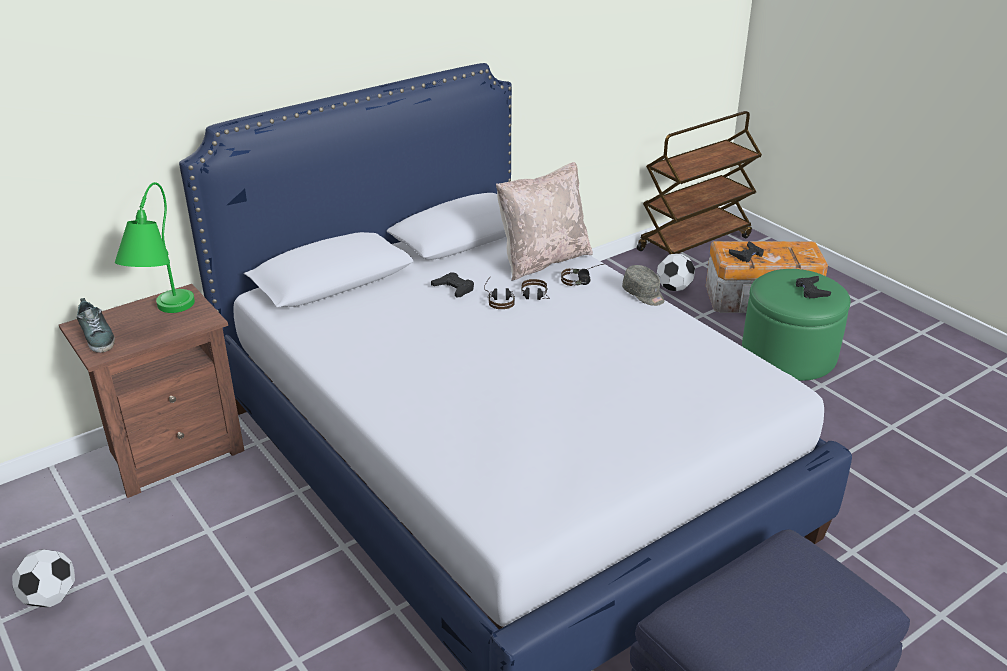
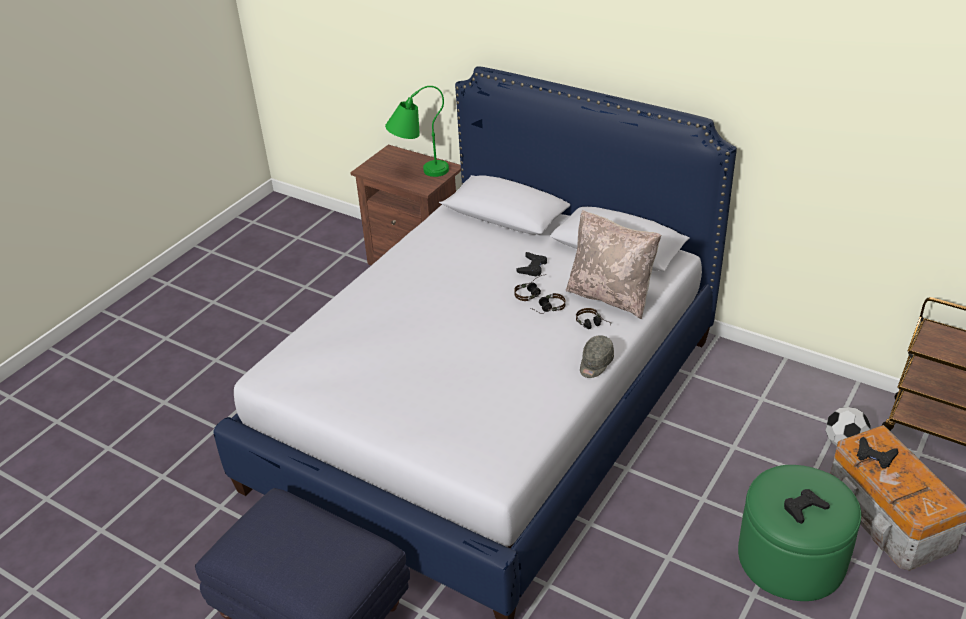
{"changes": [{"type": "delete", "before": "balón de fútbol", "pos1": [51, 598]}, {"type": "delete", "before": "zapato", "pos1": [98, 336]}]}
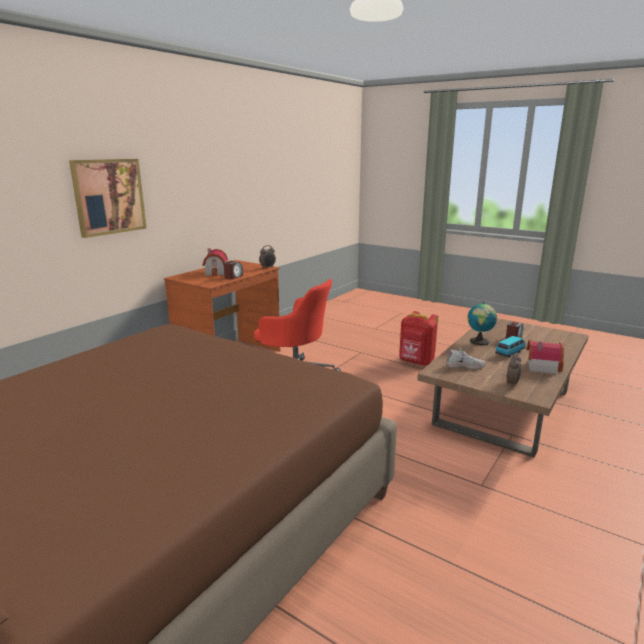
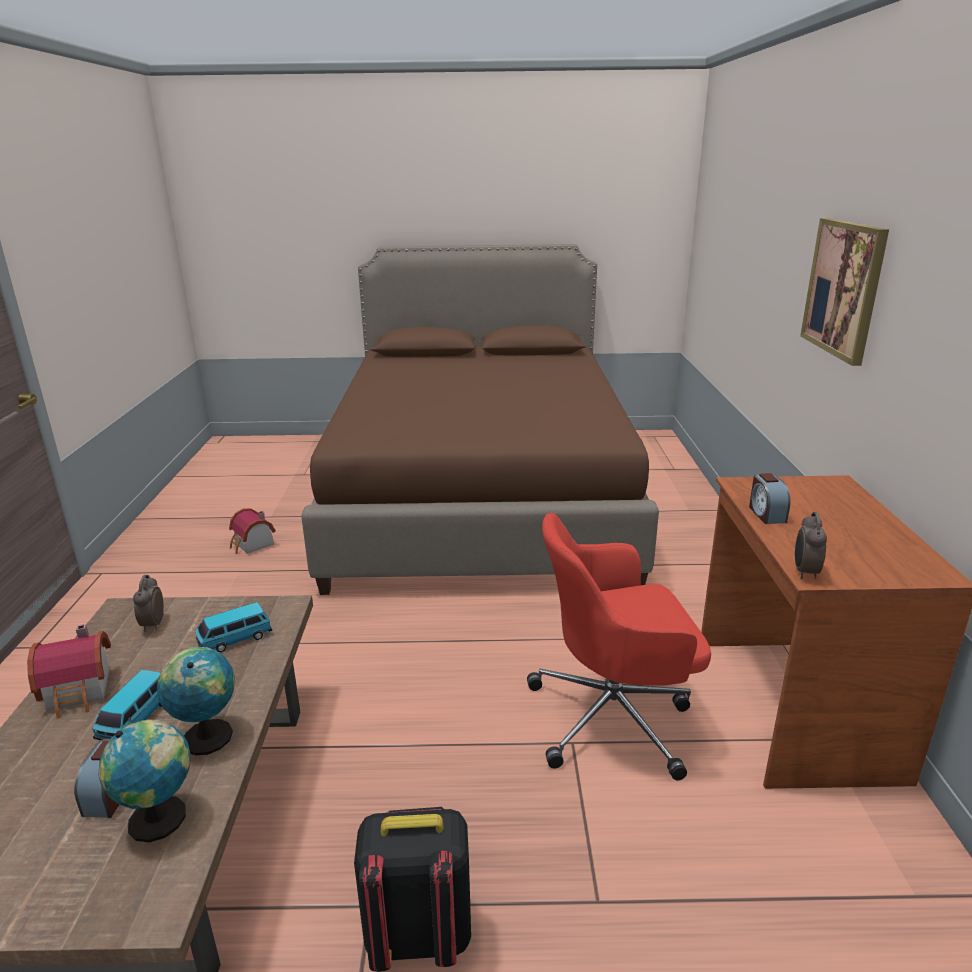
{"changes": [{"type": "insert", "after": "globo terráqueo", "pos2": [162, 818]}, {"type": "replace", "before": "zapato [blanco]", "after": "coche de juguete", "pos1": [465, 366], "pos2": [235, 639]}, {"type": "move", "before": "casita", "pos1": [218, 272], "pos2": [252, 545]}, {"type": "recolor", "before": "mochila [rojo]", "after": "mochila [negro]", "pos1": [416, 362], "pos2": [418, 934]}]}
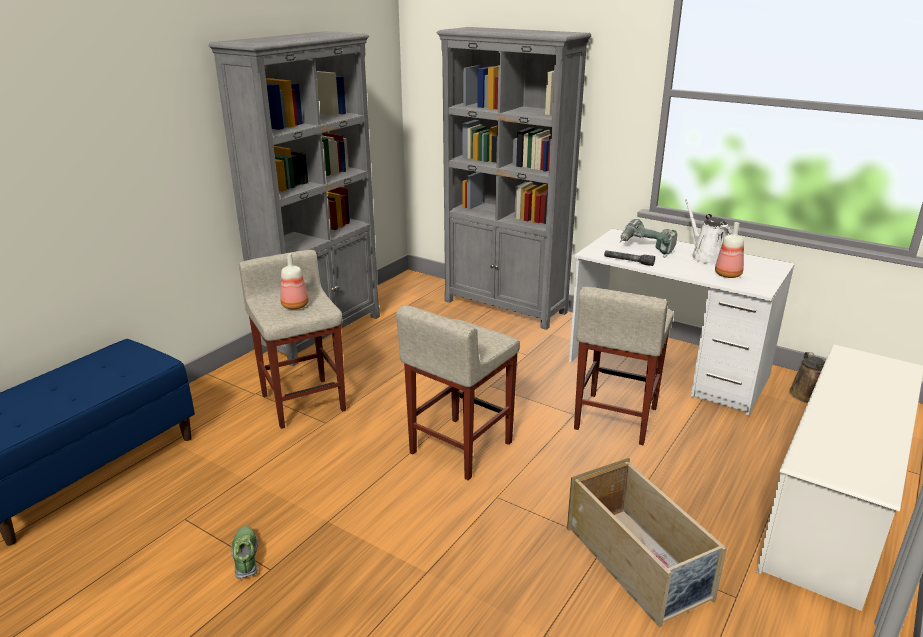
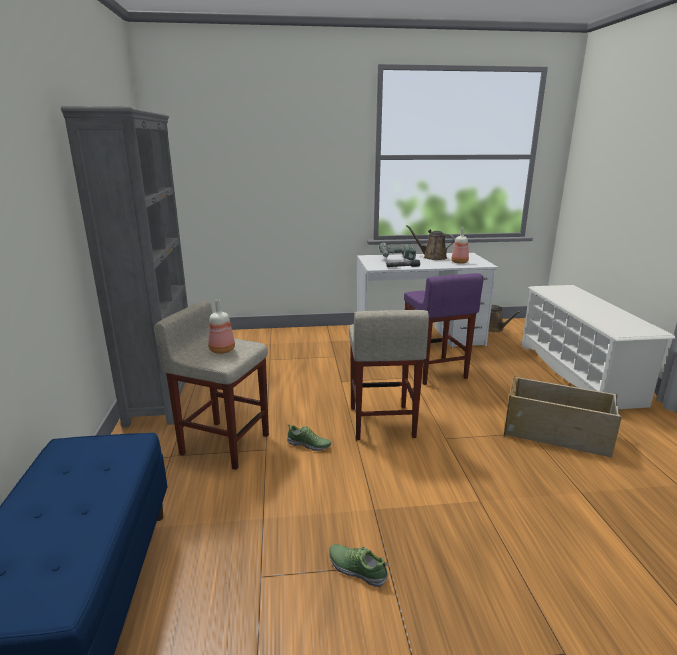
{"changes": [{"type": "insert", "after": "zapato", "pos2": [309, 445]}, {"type": "recolor", "before": "taburete [beis]", "after": "taburete [morado]", "pos1": [615, 419], "pos2": [434, 371]}, {"type": "recolor", "before": "regadera [blanco]", "after": "regadera [marrón]", "pos1": [706, 256], "pos2": [432, 257]}, {"type": "delete", "before": "estantería [gris]", "pos1": [505, 307]}]}
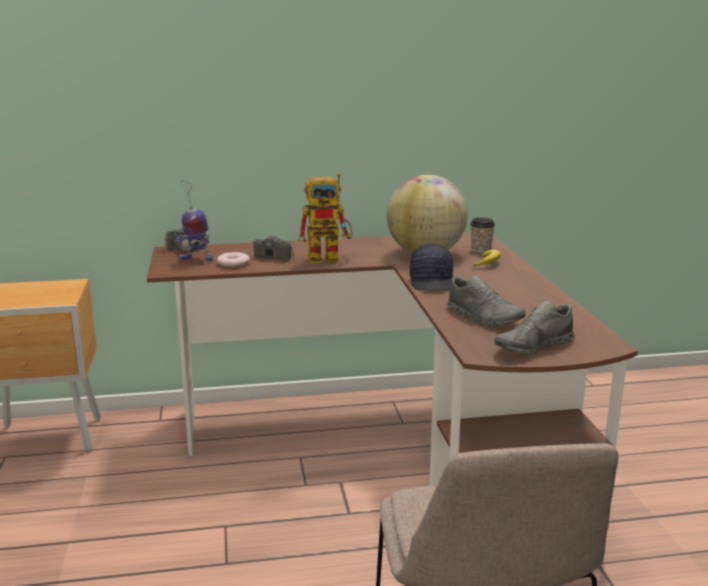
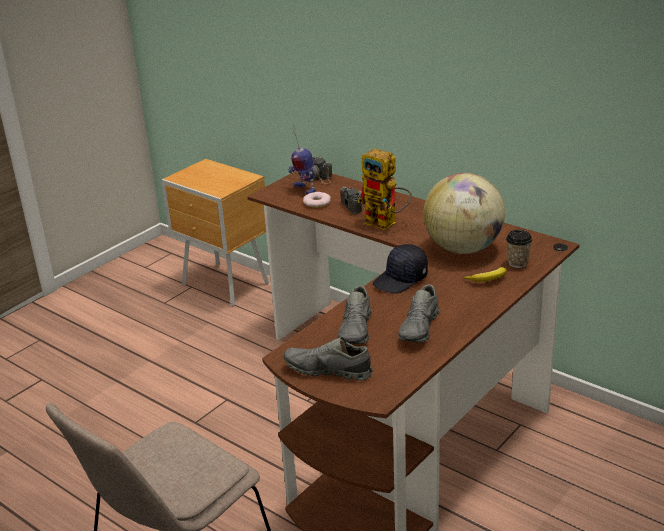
{"changes": [{"type": "insert", "after": "zapato [gris]", "pos2": [419, 328]}]}
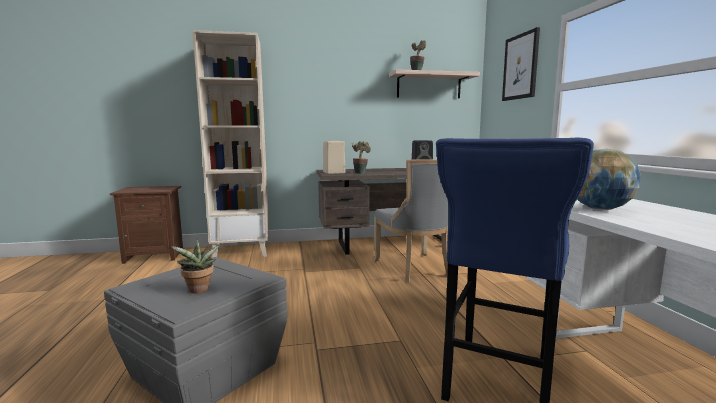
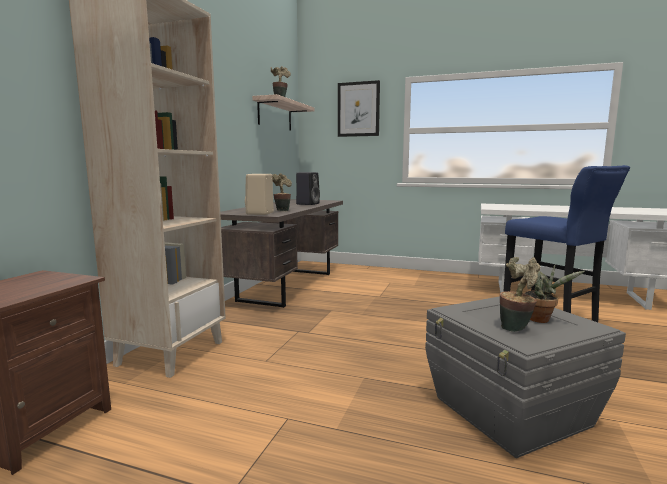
{"changes": [{"type": "insert", "after": "planta en maceta", "pos2": [516, 328]}, {"type": "delete", "before": "silla [gris]", "pos1": [415, 269]}, {"type": "delete", "before": "globo terráqueo", "pos1": [600, 209]}]}
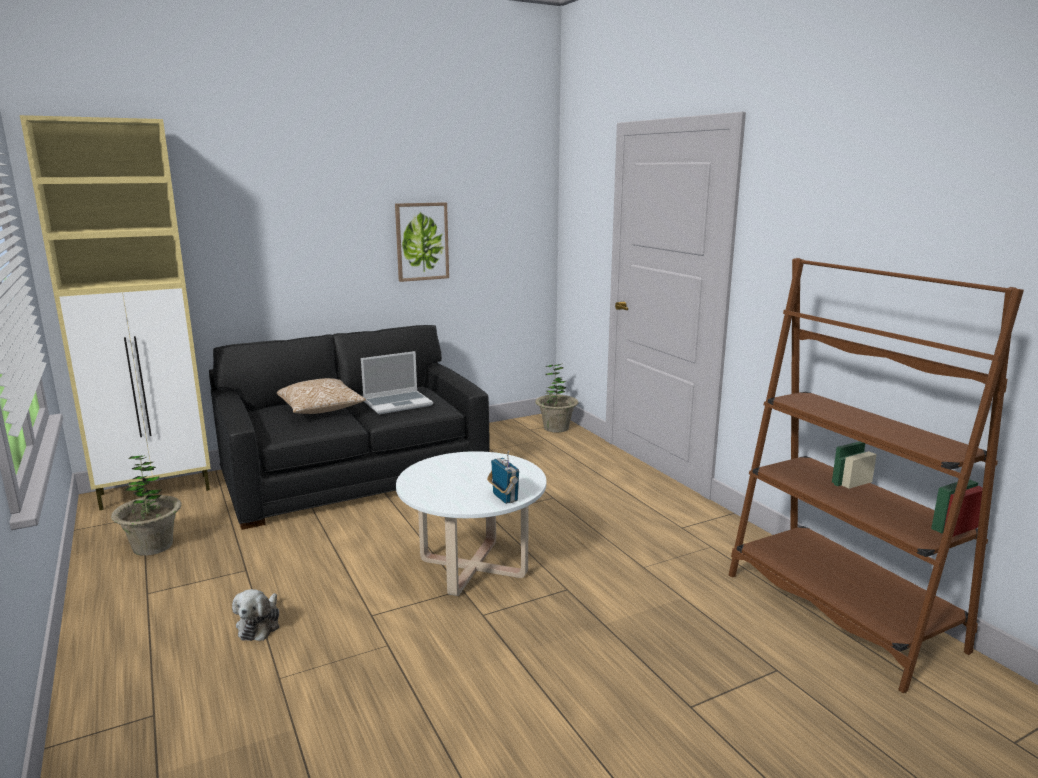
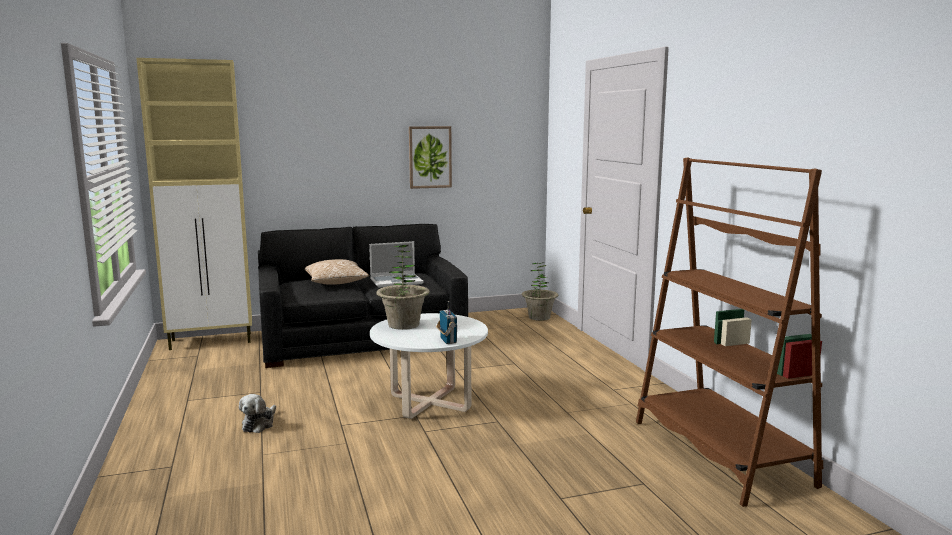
{"changes": [{"type": "move", "before": "planta en maceta", "pos1": [153, 546], "pos2": [403, 325]}]}
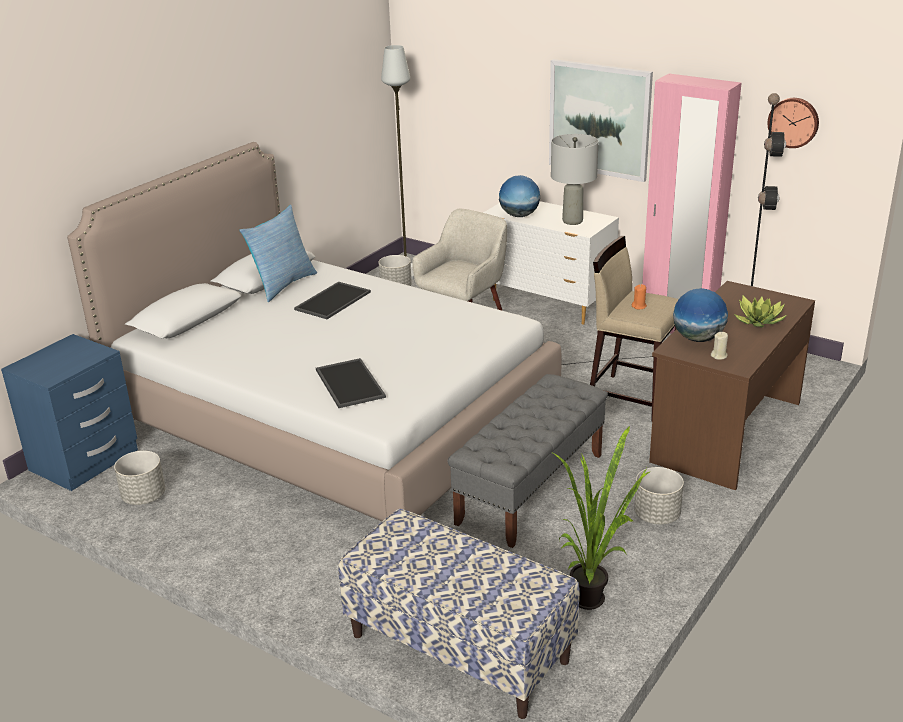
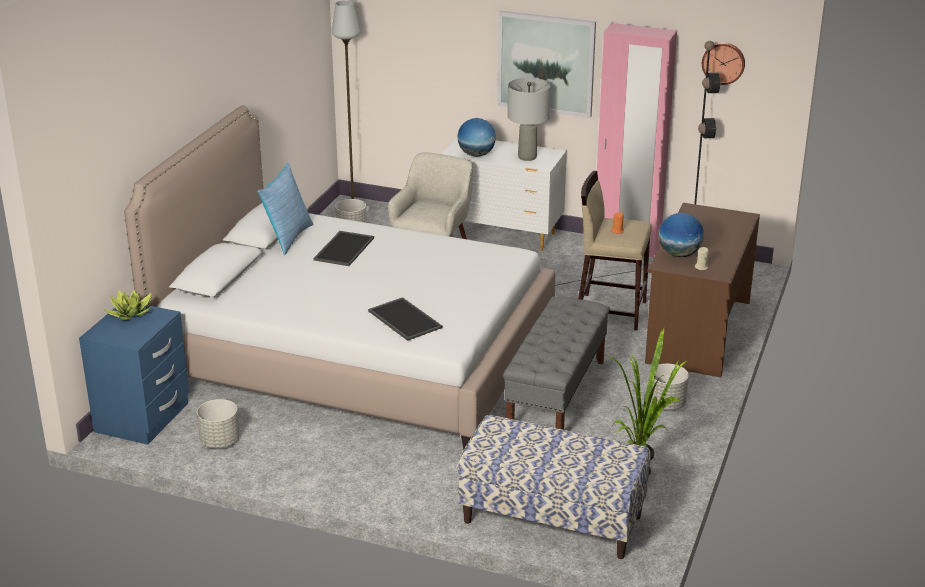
{"changes": [{"type": "move", "before": "planta en maceta", "pos1": [759, 321], "pos2": [131, 313]}]}
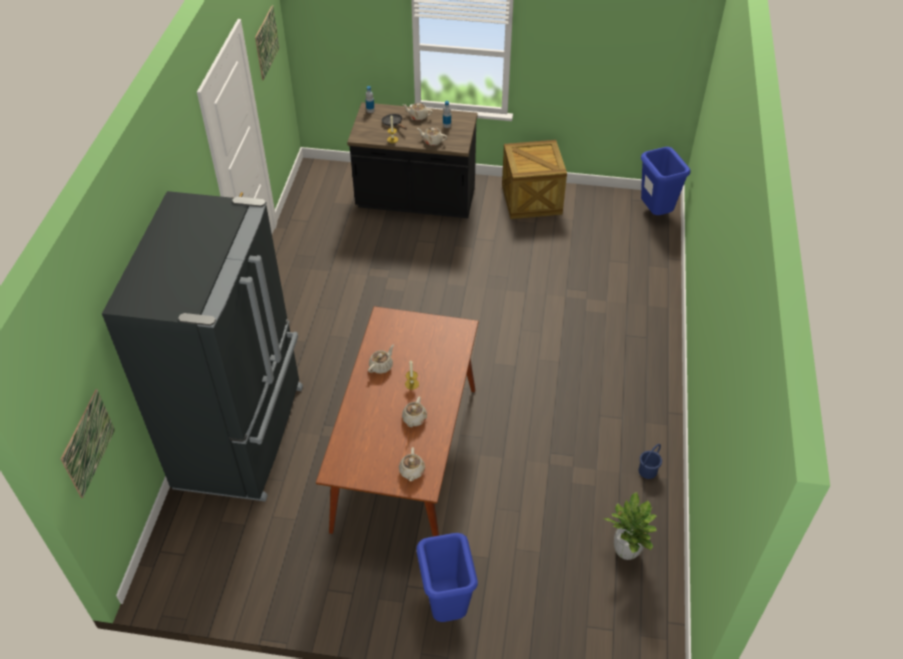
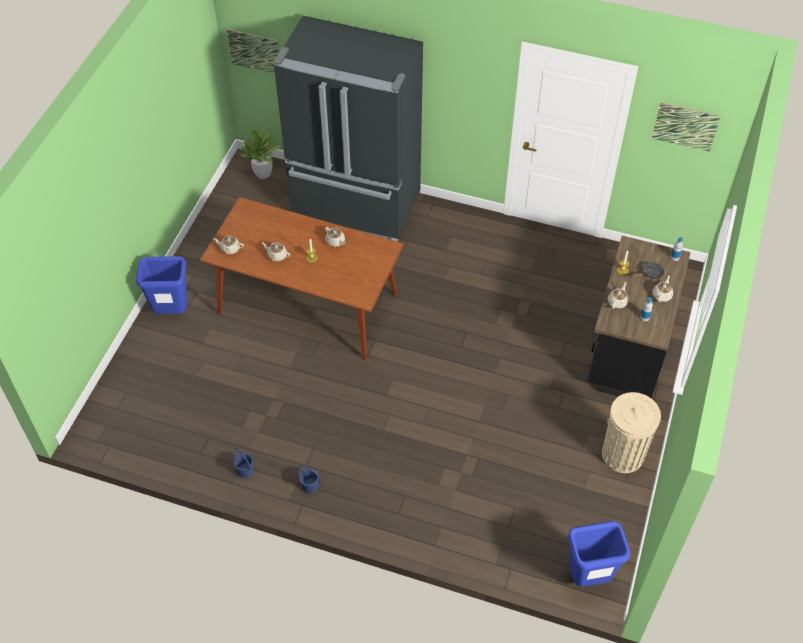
{"changes": [{"type": "move", "before": "planta en maceta", "pos1": [626, 551], "pos2": [263, 174]}, {"type": "insert", "after": "cubo [azul]", "pos2": [310, 485]}, {"type": "replace", "before": "caja de embalaje", "after": "papelera [beis]", "pos1": [531, 199], "pos2": [622, 455]}]}
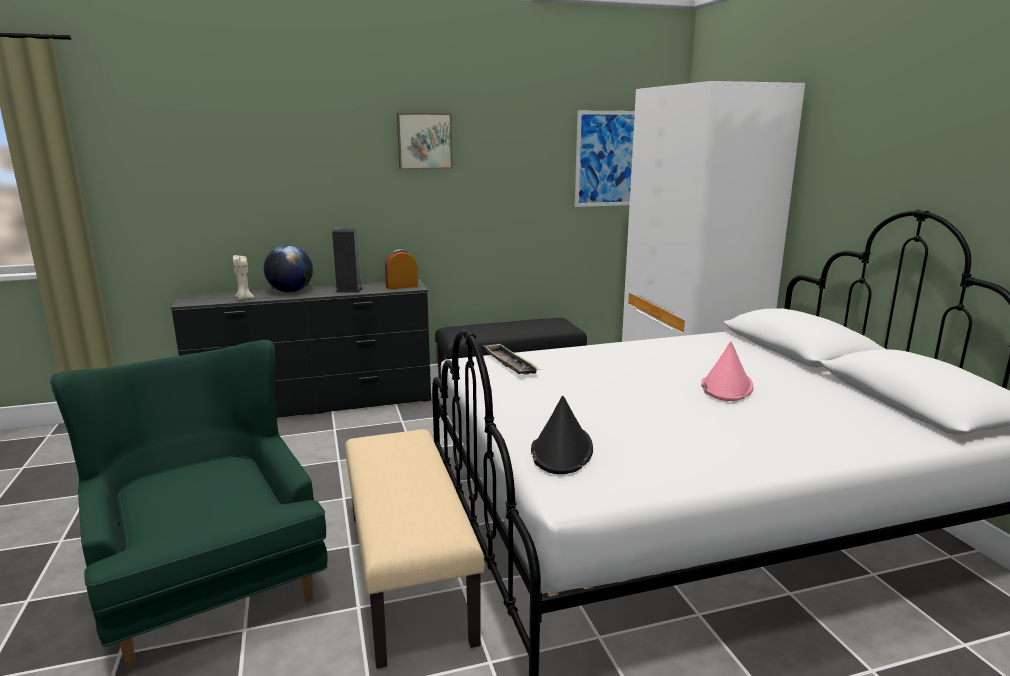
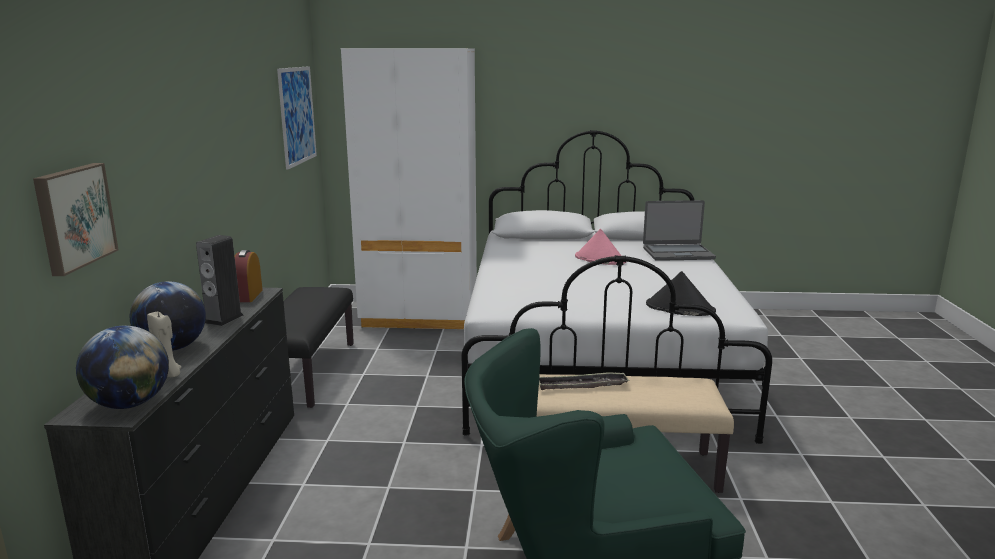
{"changes": [{"type": "move", "before": "cuadro", "pos1": [424, 141], "pos2": [73, 217]}, {"type": "insert", "after": "globo terráqueo", "pos2": [129, 404]}, {"type": "move", "before": "bandeja", "pos1": [509, 364], "pos2": [582, 385]}, {"type": "insert", "after": "portátil", "pos2": [677, 253]}]}
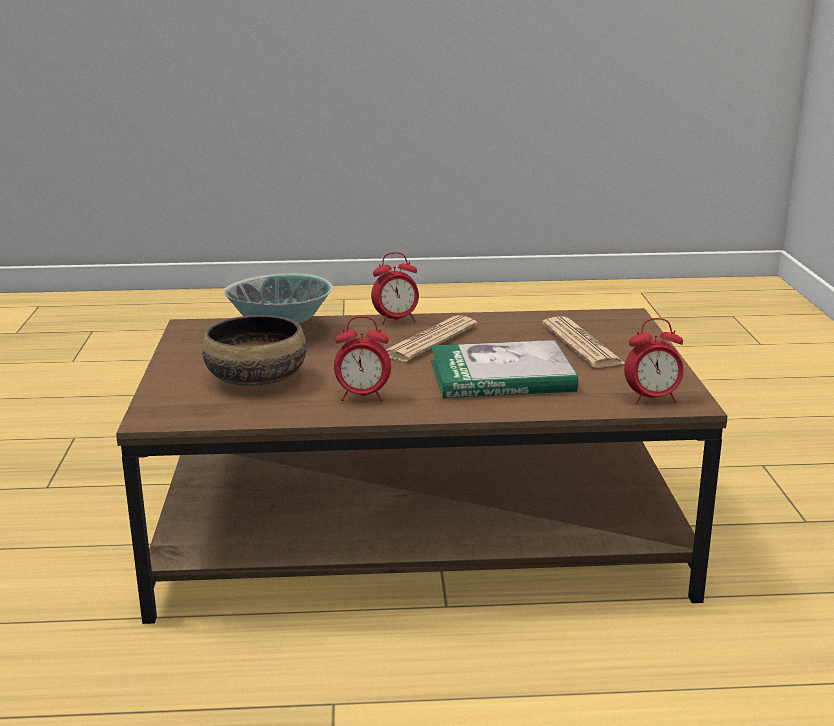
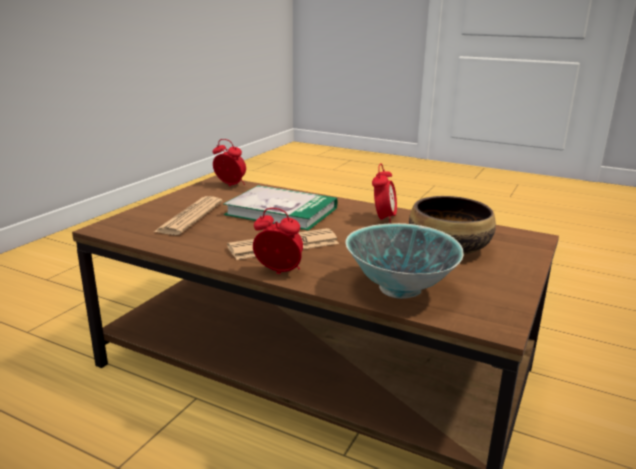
{"changes": [{"type": "rotate", "before": "despertador", "pos1": [362, 396], "pos2": [383, 219], "turn": 75}]}
